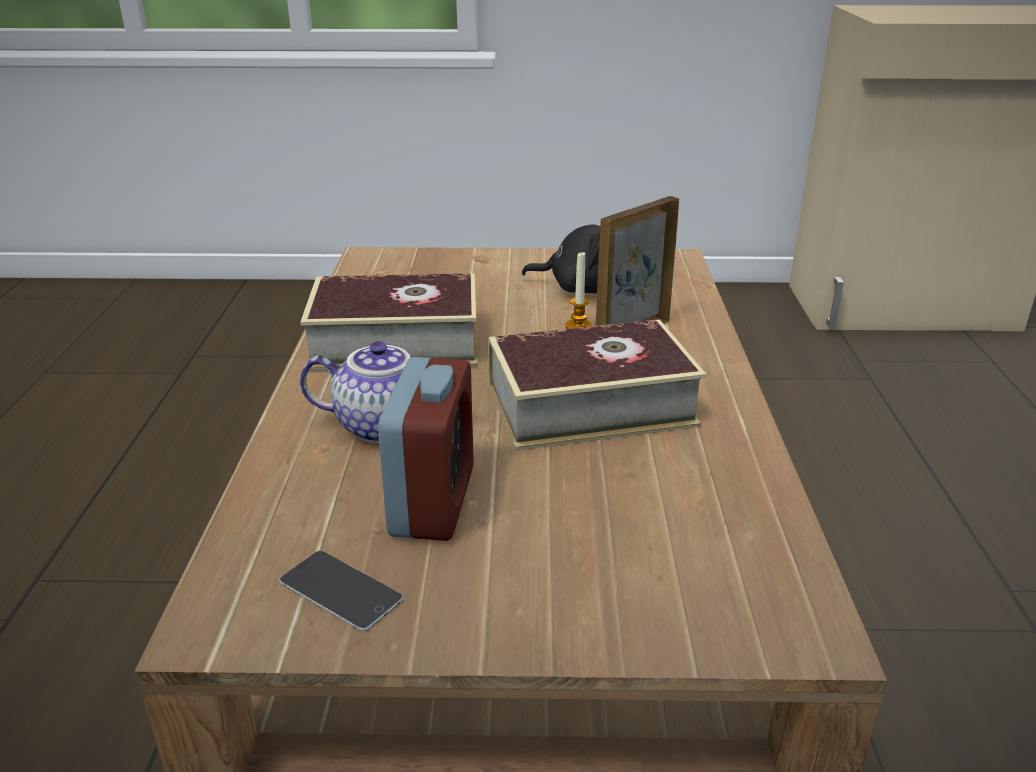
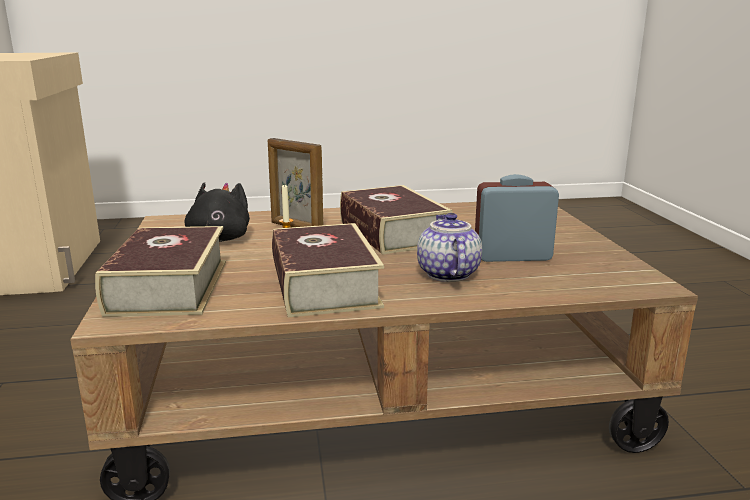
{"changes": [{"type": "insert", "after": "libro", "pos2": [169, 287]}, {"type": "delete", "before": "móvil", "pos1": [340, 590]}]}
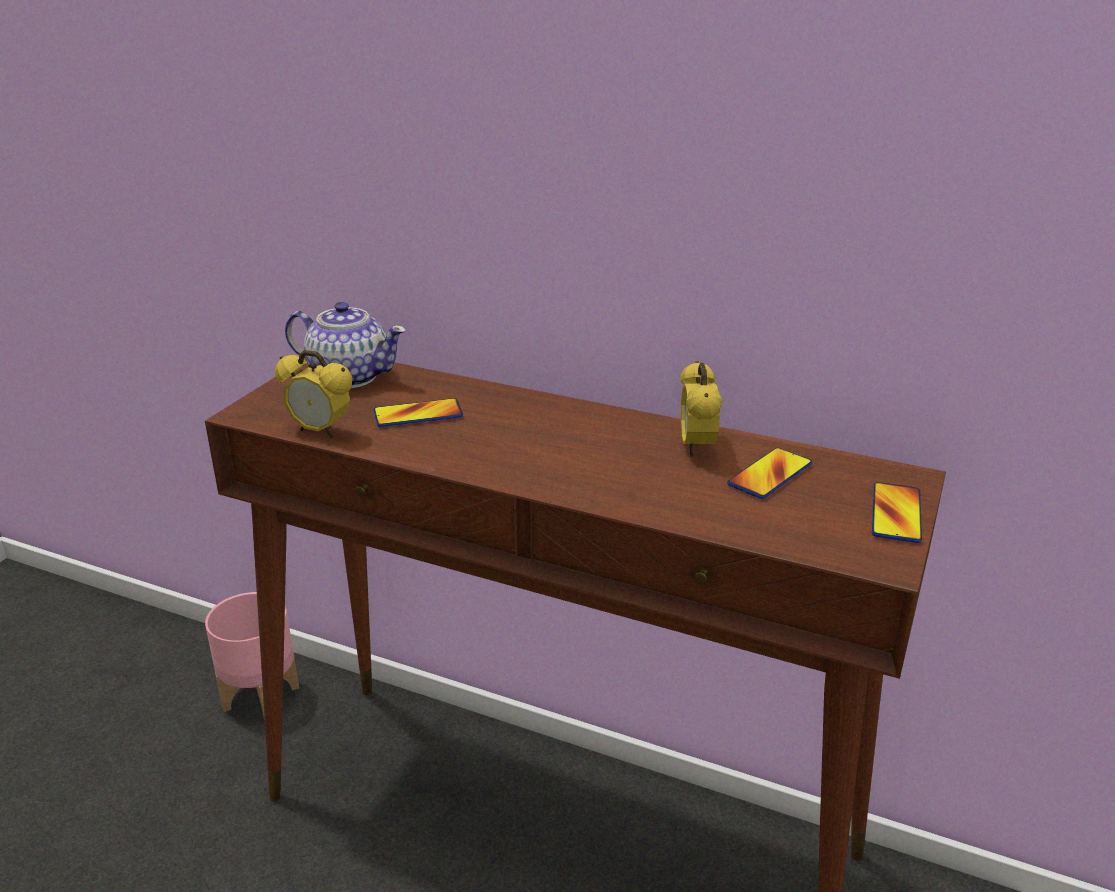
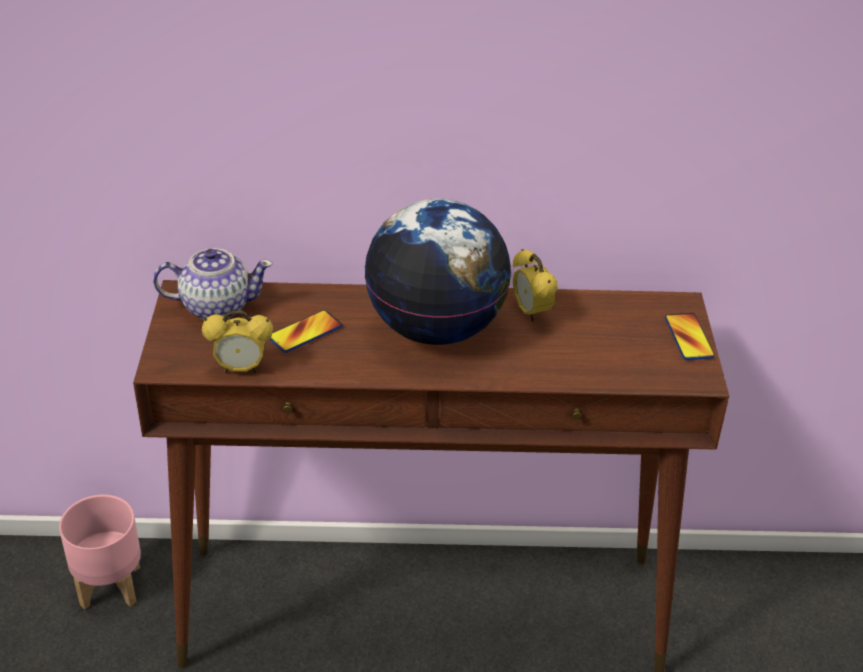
{"changes": [{"type": "insert", "after": "globo terráqueo", "pos2": [436, 328]}, {"type": "delete", "before": "móvil", "pos1": [770, 475]}]}
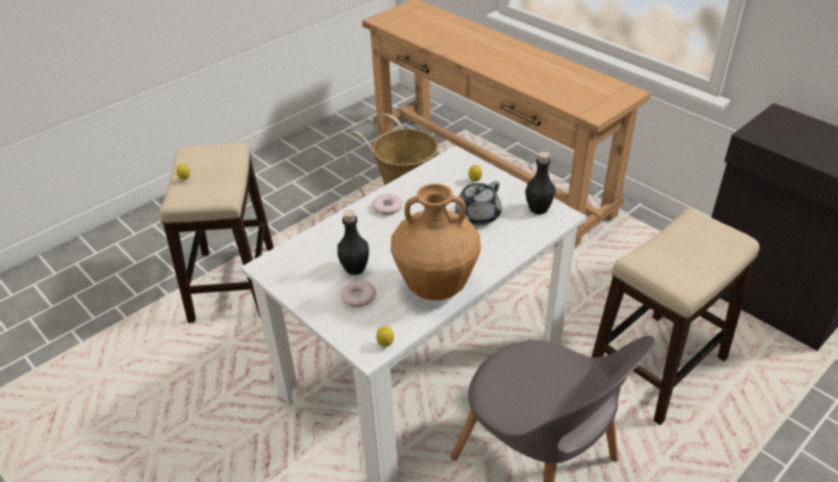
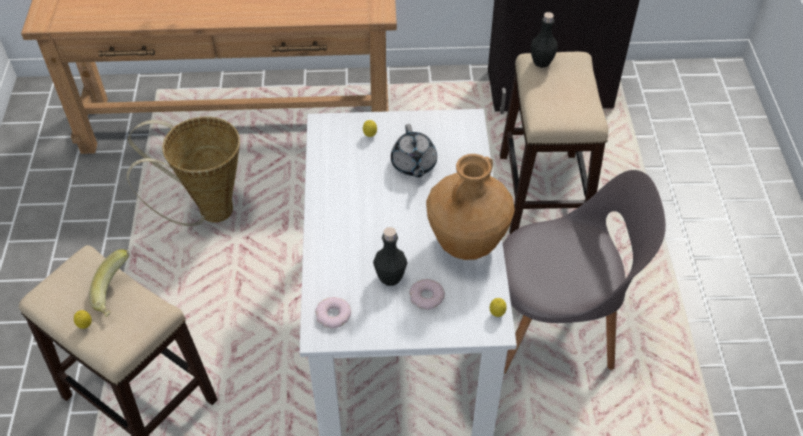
{"changes": [{"type": "insert", "after": "plátano", "pos2": [116, 294]}, {"type": "move", "before": "rosquilla", "pos1": [387, 207], "pos2": [333, 315]}, {"type": "move", "before": "botella [negro]", "pos1": [538, 208], "pos2": [541, 62]}]}
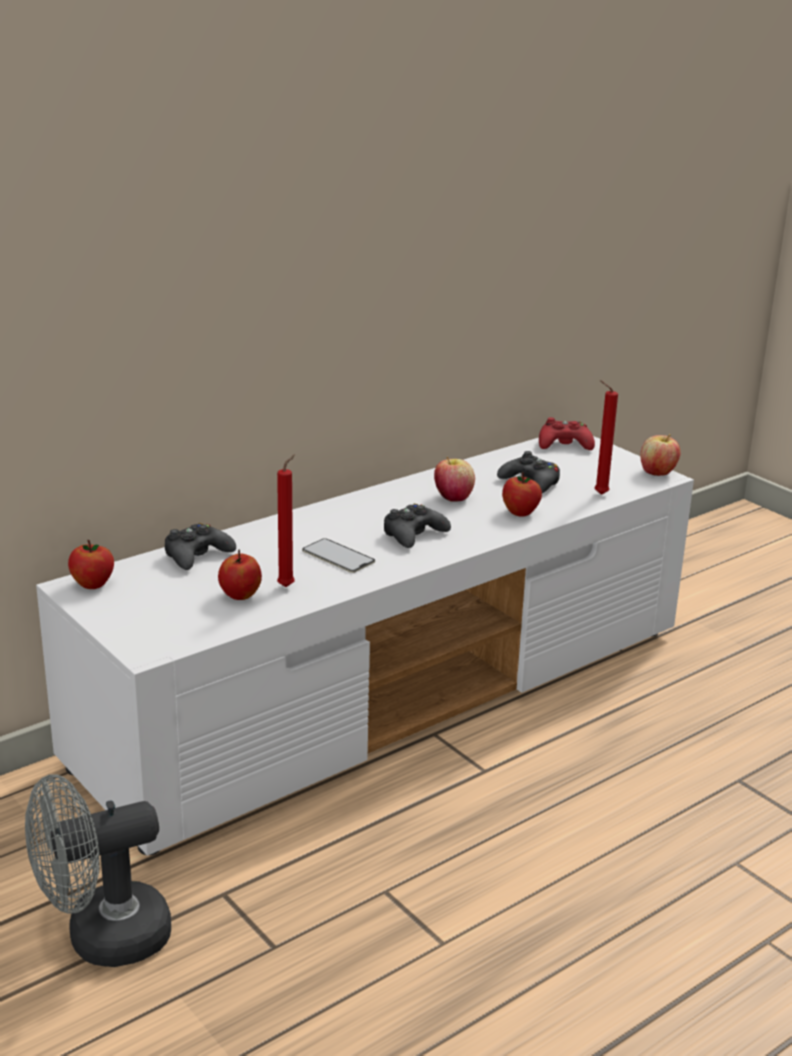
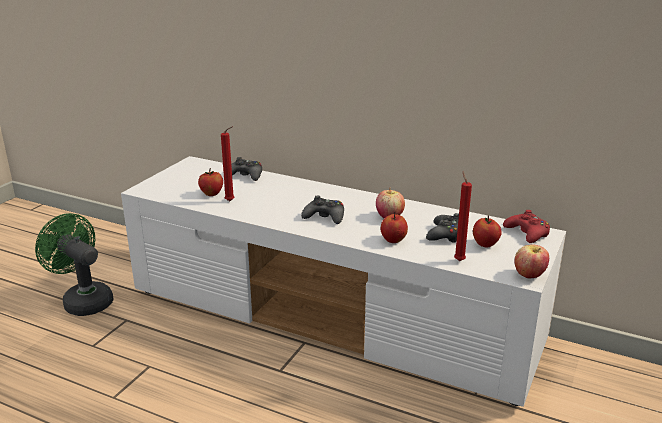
{"changes": [{"type": "recolor", "before": "ventilador [gris]", "after": "ventilador [verde]", "pos1": [103, 938], "pos2": [83, 300]}, {"type": "move", "before": "manzana", "pos1": [93, 584], "pos2": [485, 244]}, {"type": "delete", "before": "móvil", "pos1": [338, 556]}]}
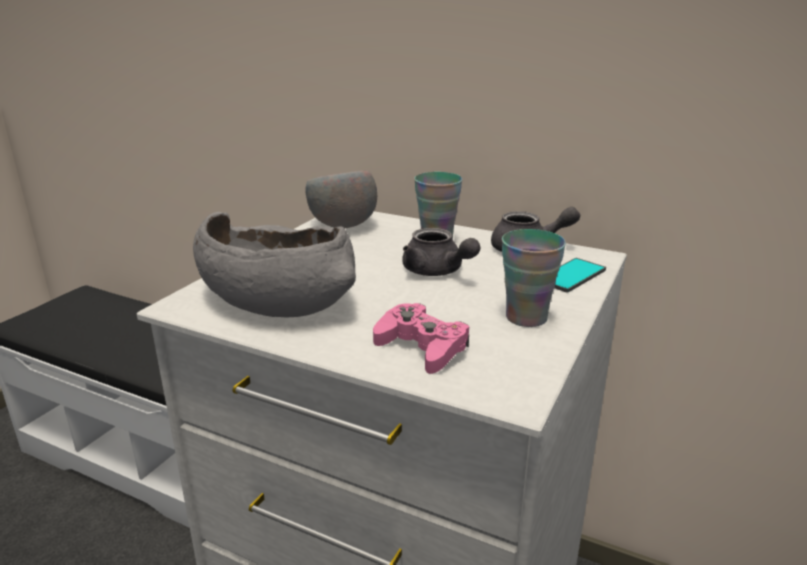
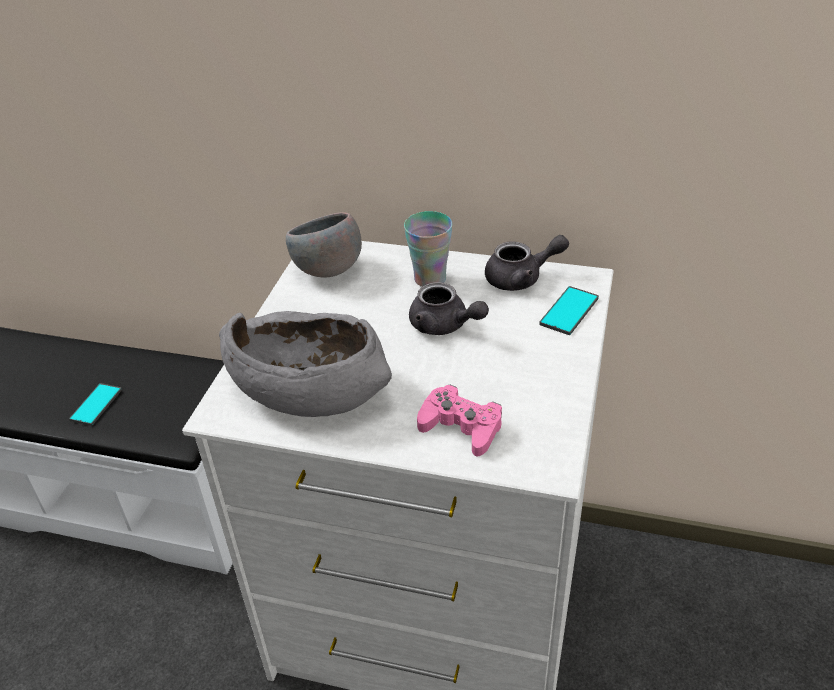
{"changes": [{"type": "insert", "after": "móvil", "pos2": [96, 405]}, {"type": "delete", "before": "taza", "pos1": [526, 318]}]}
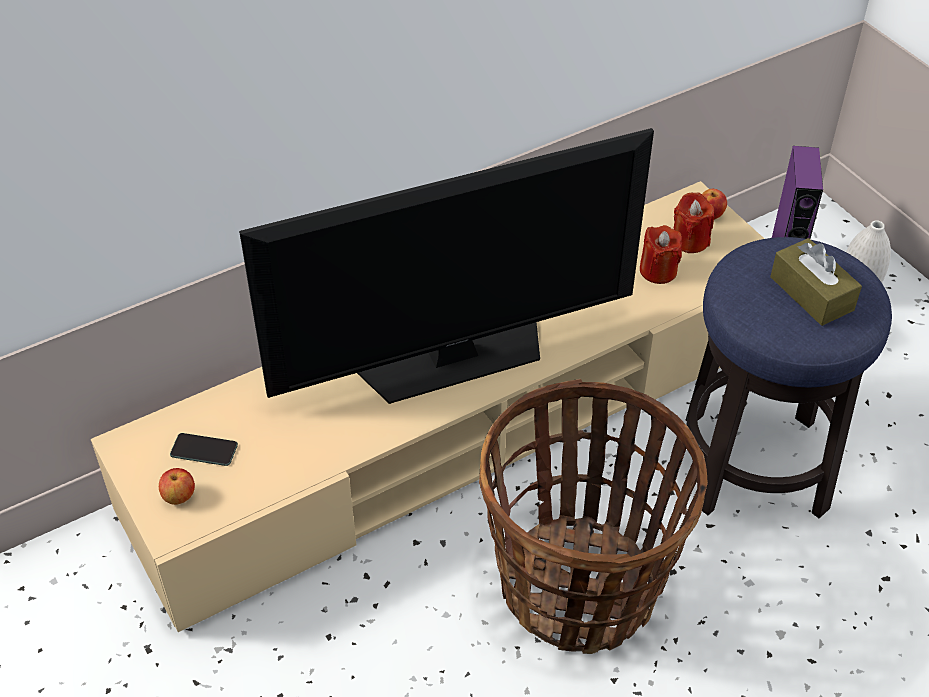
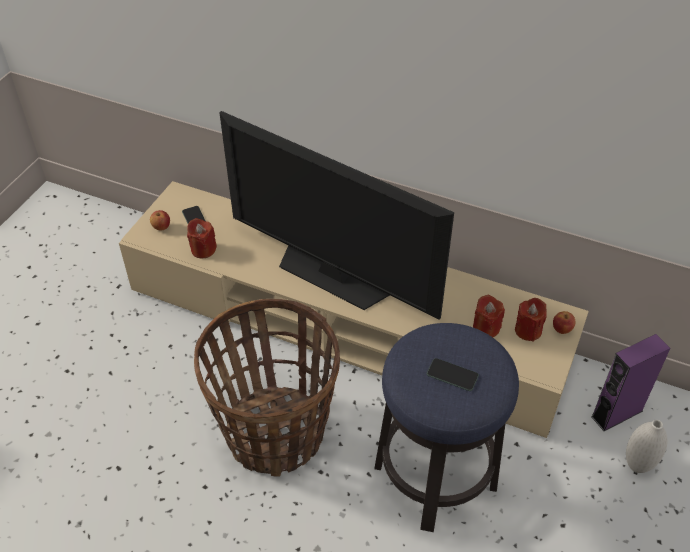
{"changes": [{"type": "insert", "after": "vela [rojo]", "pos2": [203, 249]}, {"type": "replace", "before": "caja de pañuelos [marrón]", "after": "móvil", "pos1": [811, 293], "pos2": [452, 375]}]}
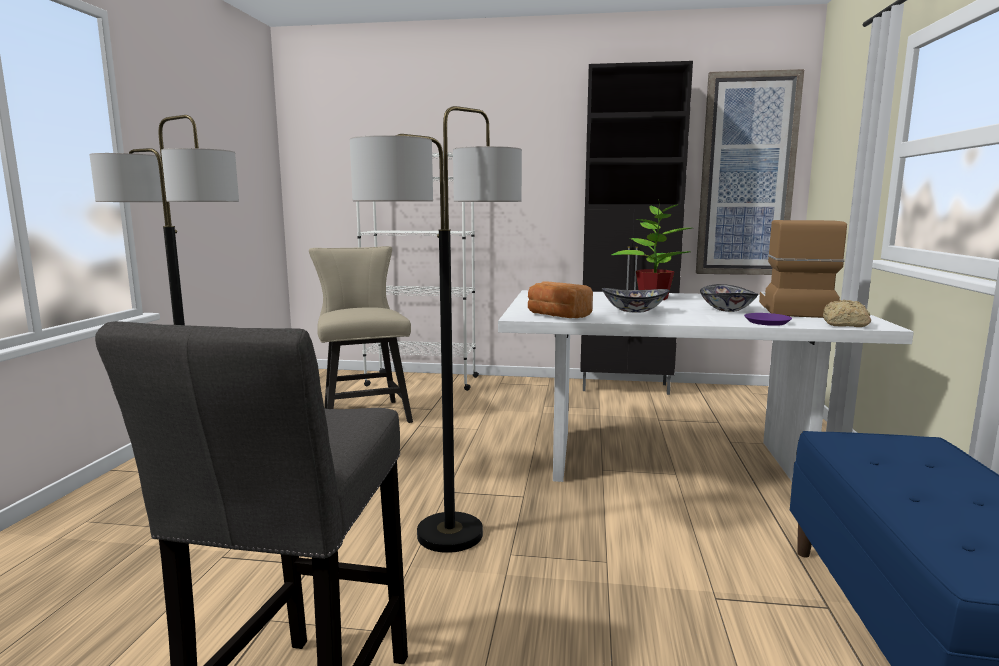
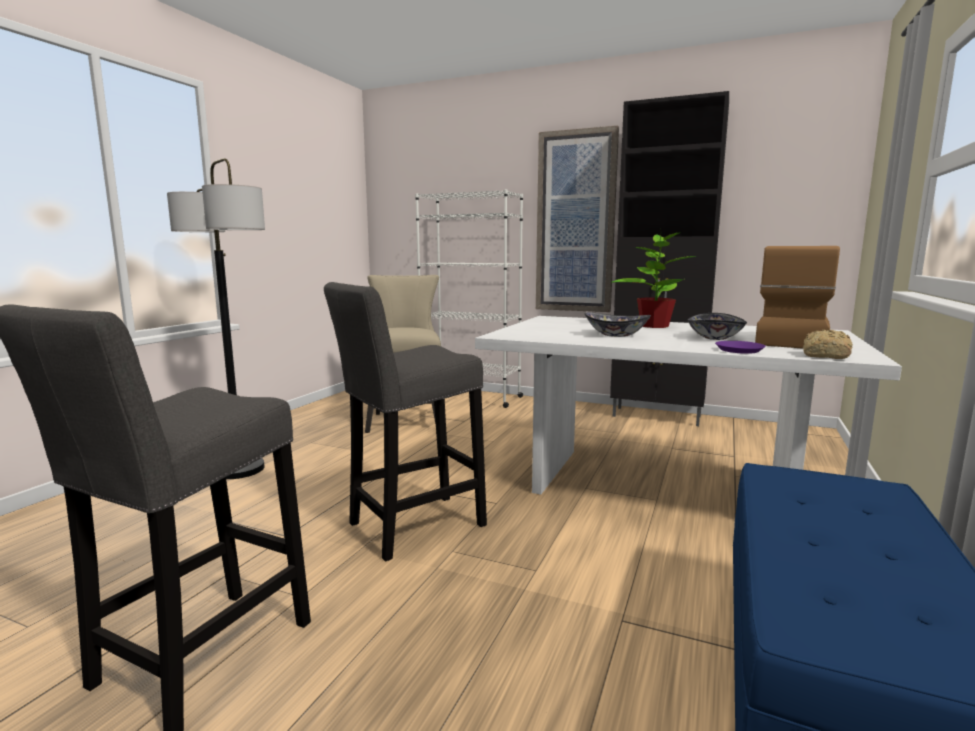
{"changes": [{"type": "replace", "before": "lámpara de pie", "after": "taburete [gris]", "pos1": [449, 534], "pos2": [410, 527]}, {"type": "move", "before": "cuadro", "pos1": [746, 176], "pos2": [575, 222]}, {"type": "delete", "before": "pan", "pos1": [557, 316]}]}
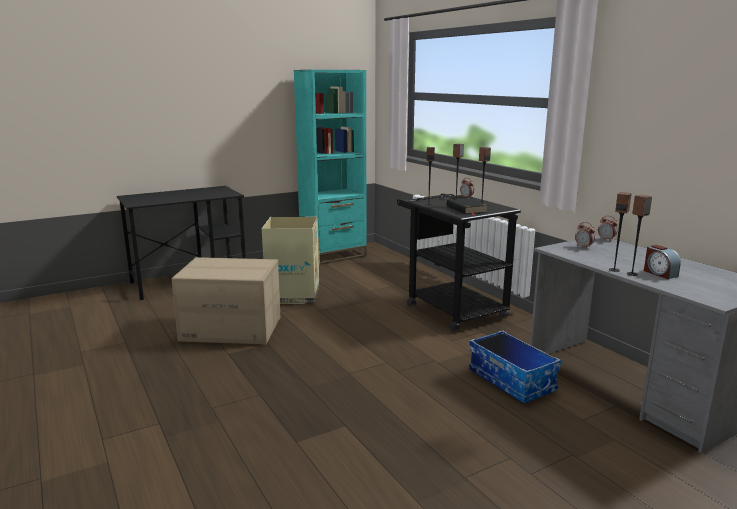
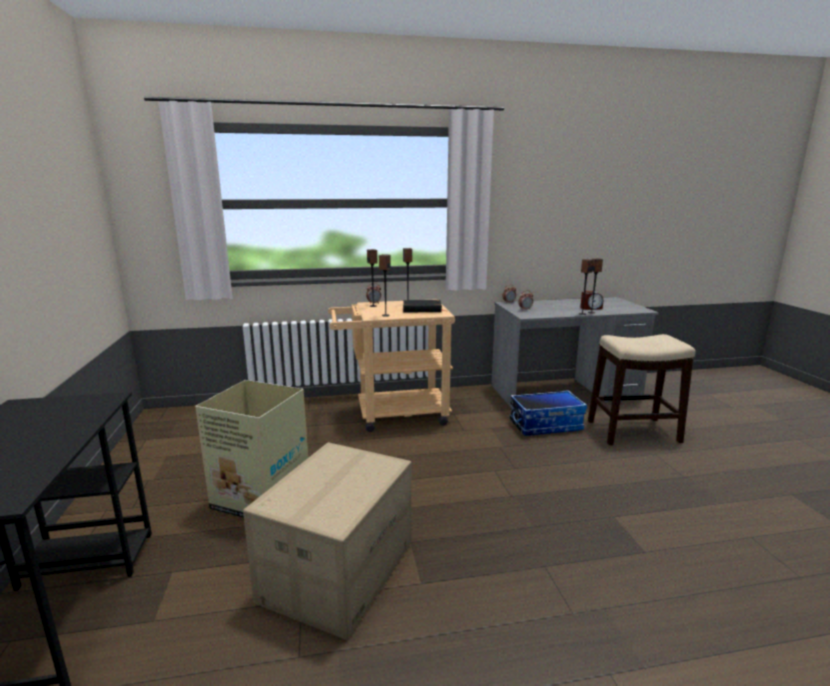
{"changes": [{"type": "recolor", "before": "carrito [negro]", "after": "carrito [beis]", "pos1": [450, 307], "pos2": [393, 414]}, {"type": "insert", "after": "taburete", "pos2": [632, 431]}, {"type": "delete", "before": "estantería [turquesa]", "pos1": [333, 255]}]}
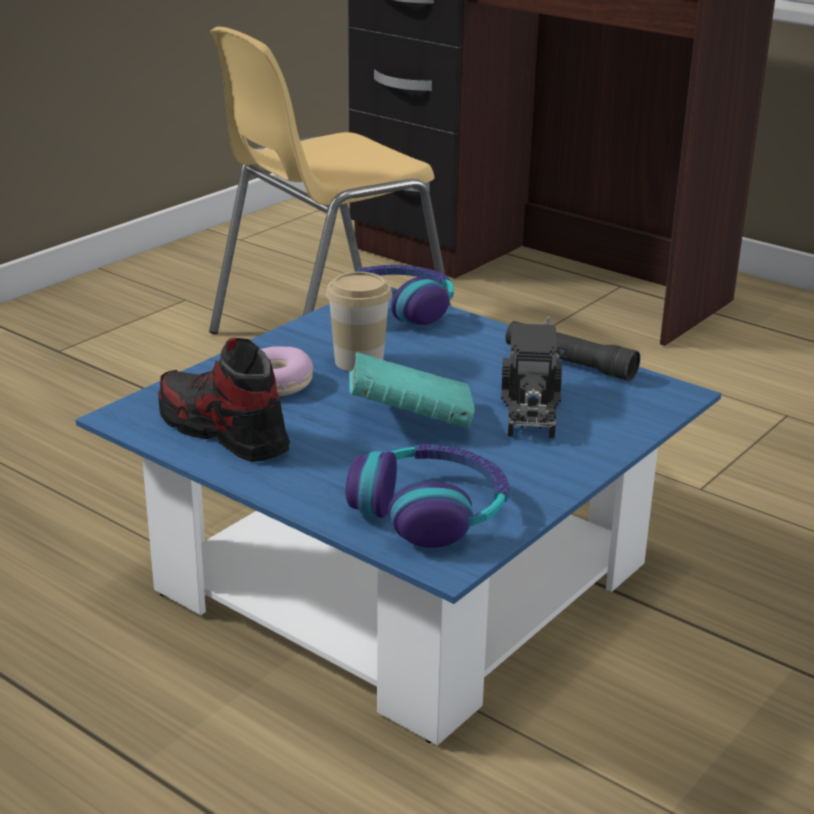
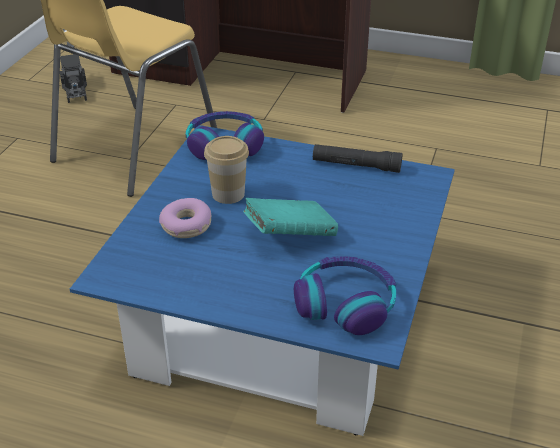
{"changes": [{"type": "move", "before": "camión de juguete", "pos1": [530, 405], "pos2": [75, 88]}, {"type": "delete", "before": "zapato", "pos1": [223, 432]}]}
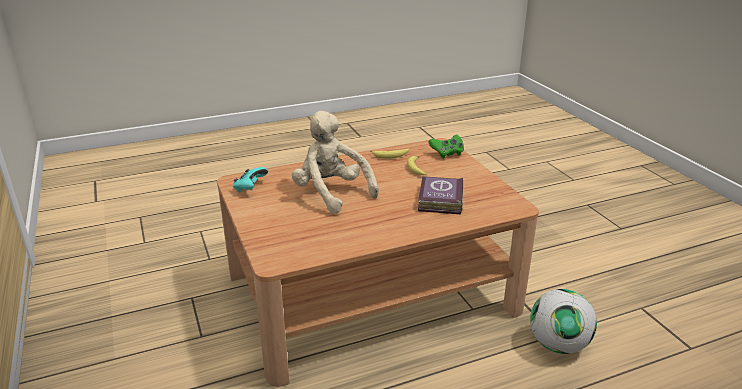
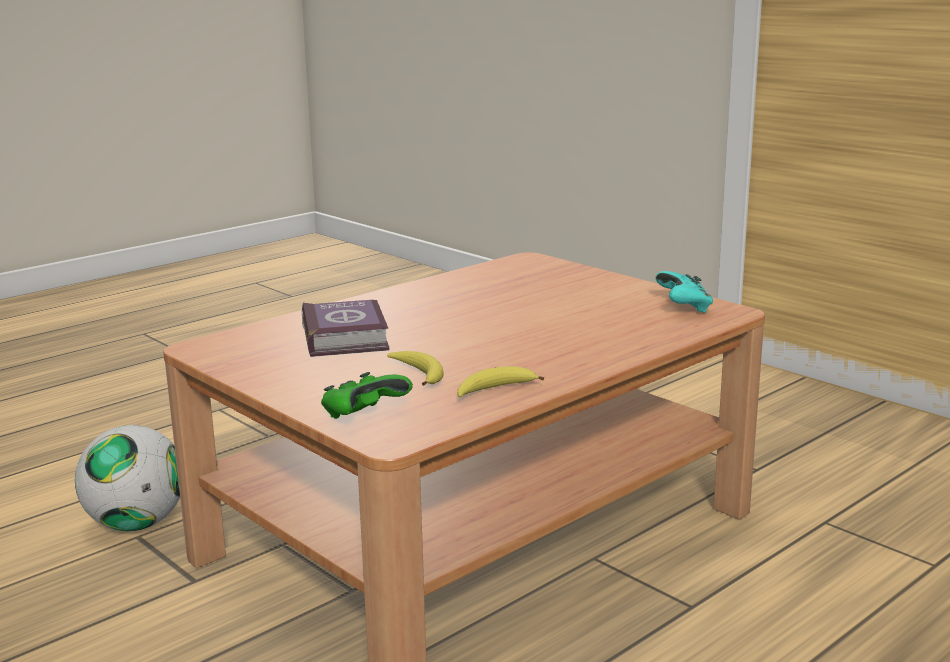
{"changes": [{"type": "delete", "before": "peluche [beis]", "pos1": [331, 193]}]}
